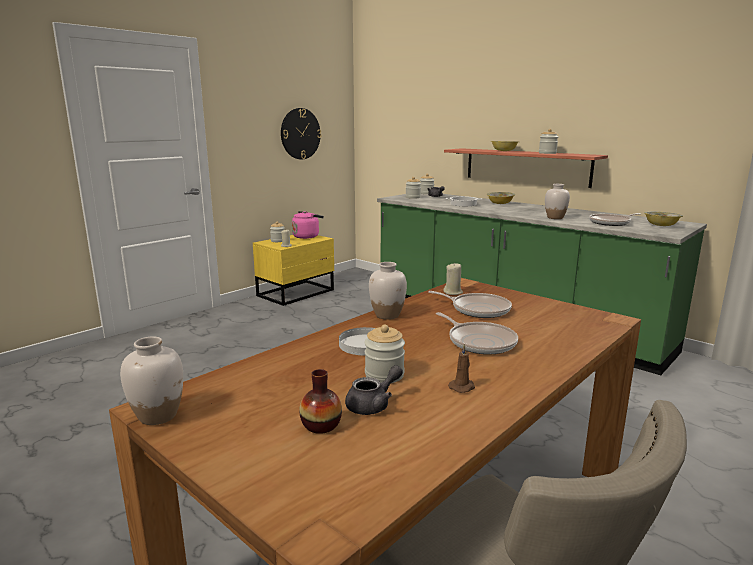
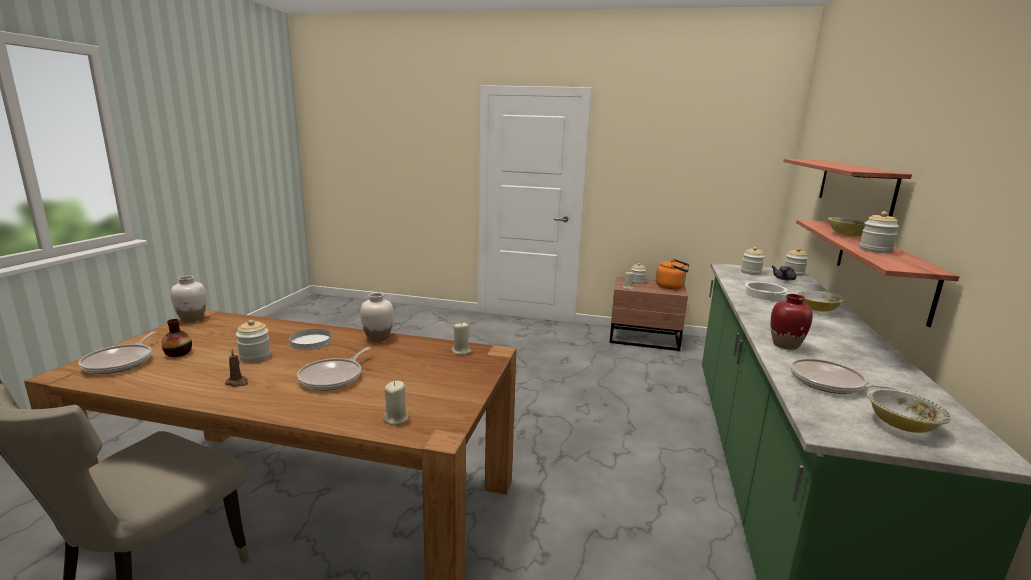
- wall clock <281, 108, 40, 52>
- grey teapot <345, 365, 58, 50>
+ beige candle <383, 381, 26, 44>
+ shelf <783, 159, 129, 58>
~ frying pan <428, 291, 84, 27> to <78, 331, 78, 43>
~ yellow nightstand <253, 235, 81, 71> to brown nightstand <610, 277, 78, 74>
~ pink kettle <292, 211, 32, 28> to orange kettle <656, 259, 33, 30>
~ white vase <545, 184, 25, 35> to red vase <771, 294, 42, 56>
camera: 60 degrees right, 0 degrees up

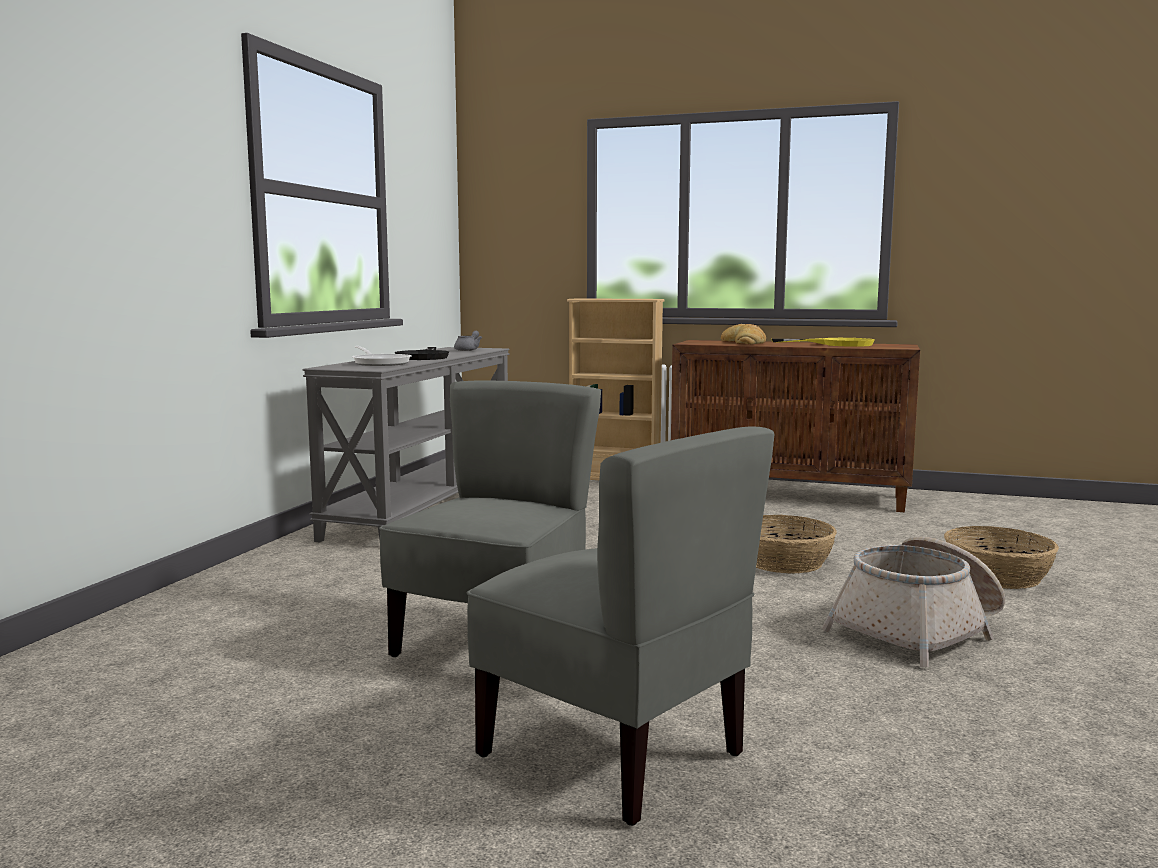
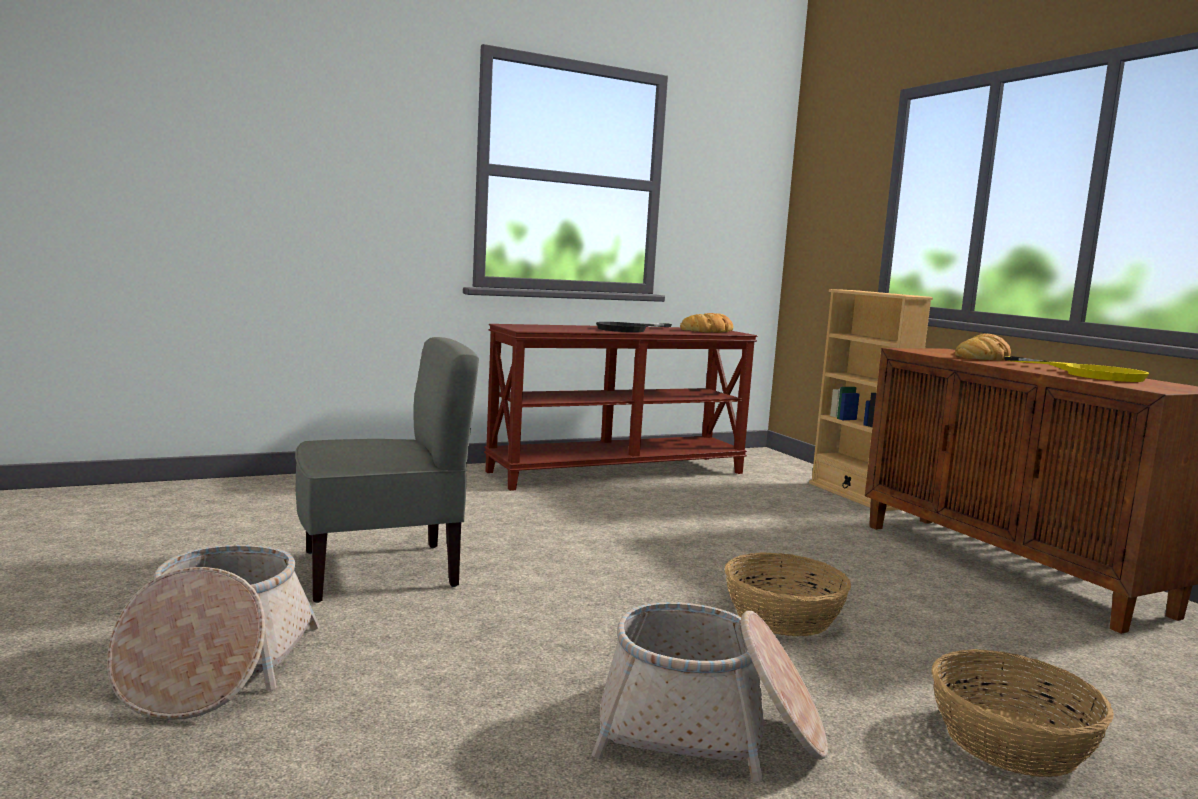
- frying pan <352, 346, 60, 20>
~ grey teapot <454, 331, 28, 20> to bread <680, 313, 53, 20>
~ grey chair <467, 426, 307, 400> to basket <107, 545, 213, 175>
~ grey console table <303, 347, 206, 196> to brown console table <484, 324, 273, 167>
camera: 45 degrees right, 0 degrees up

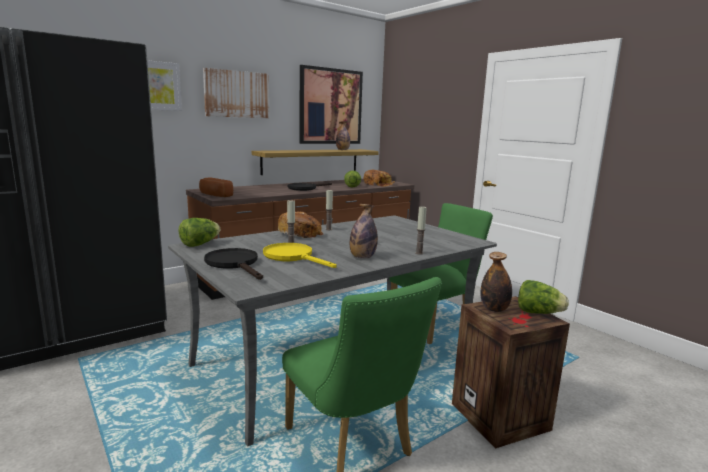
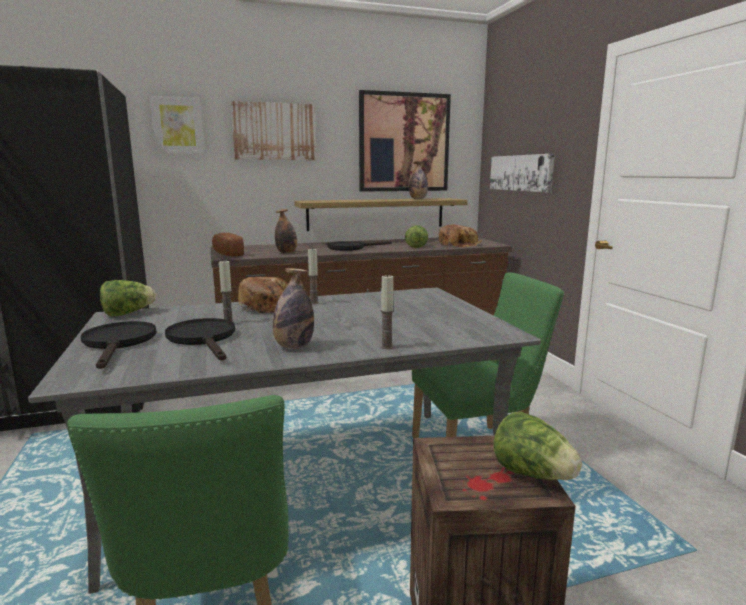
+ picture <490, 154, 65, 39>
~ bottle <481, 252, 31, 60> to <275, 209, 22, 44>
~ yellow frying pan <263, 243, 74, 25> to black frying pan <165, 318, 70, 43>
camera: 20 degrees right, 0 degrees up

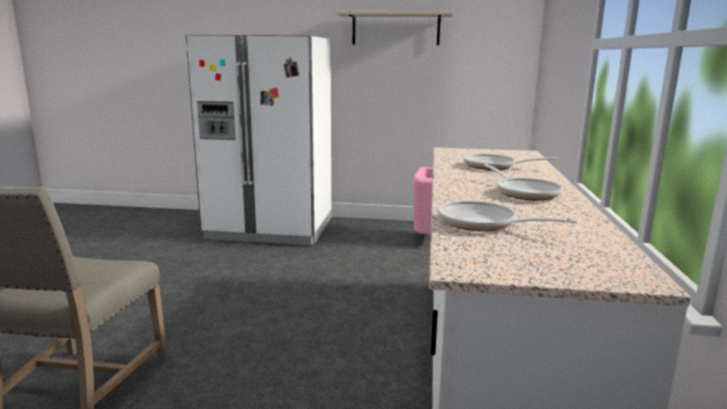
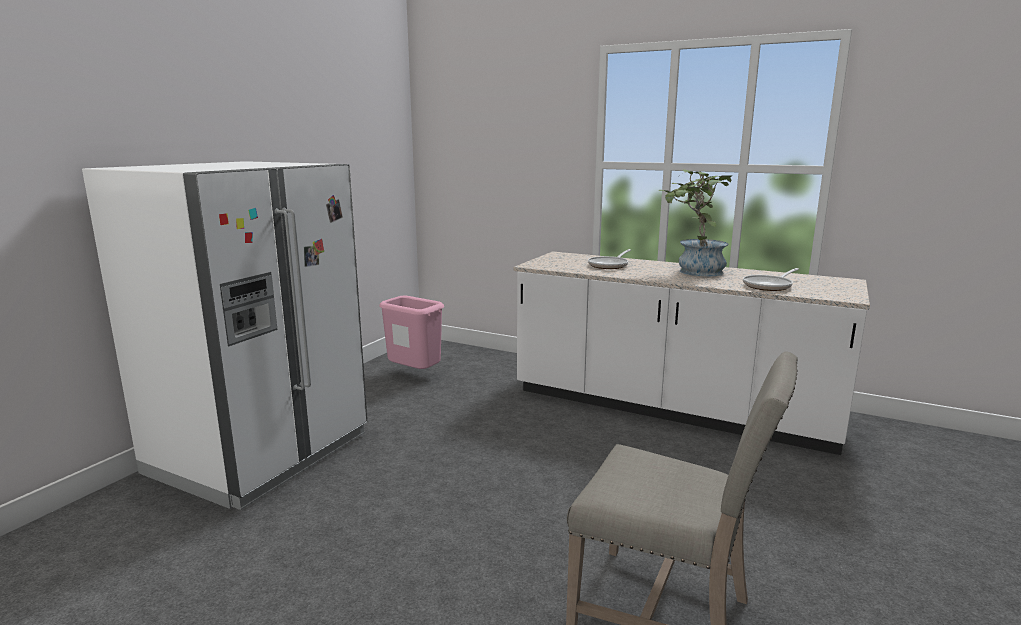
- beige shelf <336, 11, 117, 34>
~ frying pan <484, 164, 78, 36> to potted plant <659, 169, 73, 108>
camera: 70 degrees left, 0 degrees up

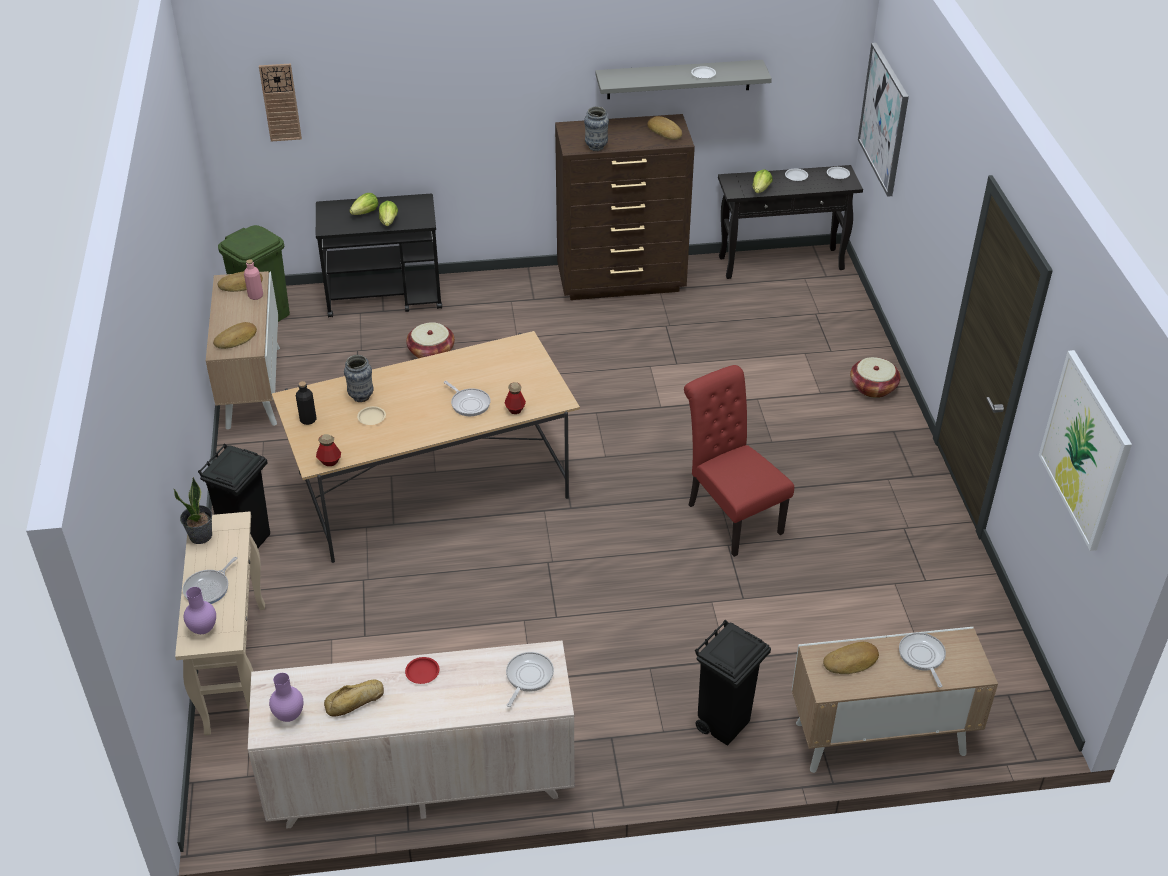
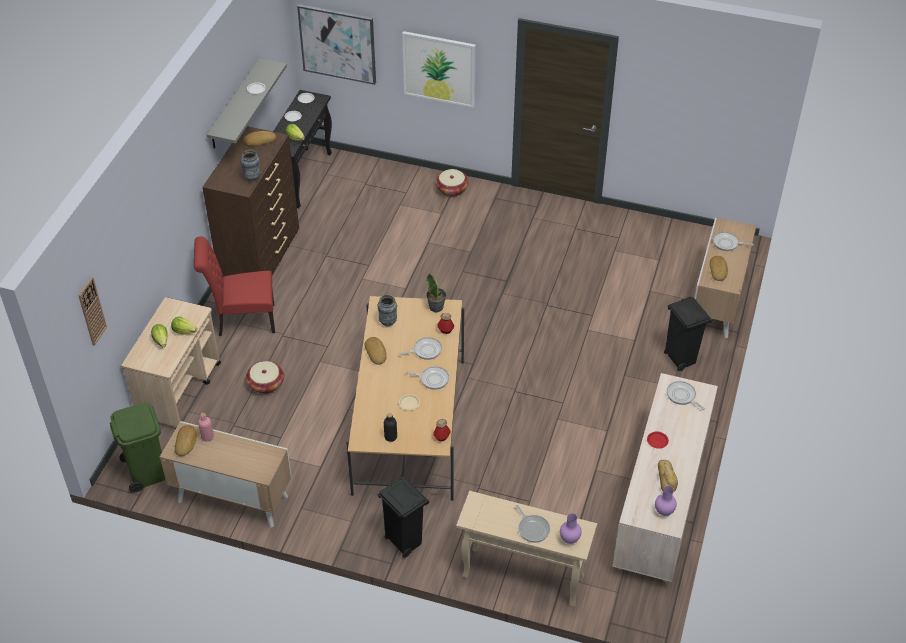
+ frying pan <405, 366, 44, 24>
~ potted plant <174, 477, 38, 67> to <426, 274, 20, 38>
~ bread <213, 322, 44, 27> to <365, 337, 22, 28>
~ vase <344, 355, 29, 47> to <377, 295, 20, 31>
~ red chair <684, 365, 110, 192> to <194, 236, 81, 100>
~ picture <1039, 350, 93, 201> to <402, 31, 74, 77>
~ black cart <316, 194, 126, 124> to beige cart <122, 297, 99, 131>
camera: 65 degrees left, 5 degrees up

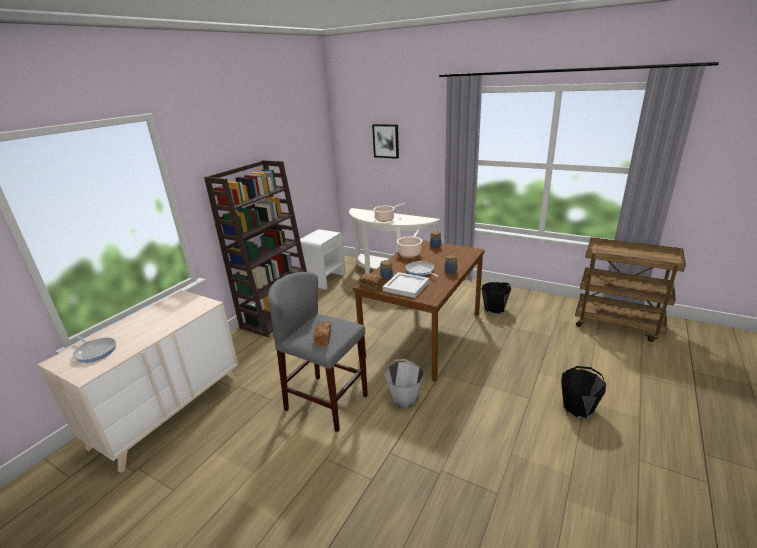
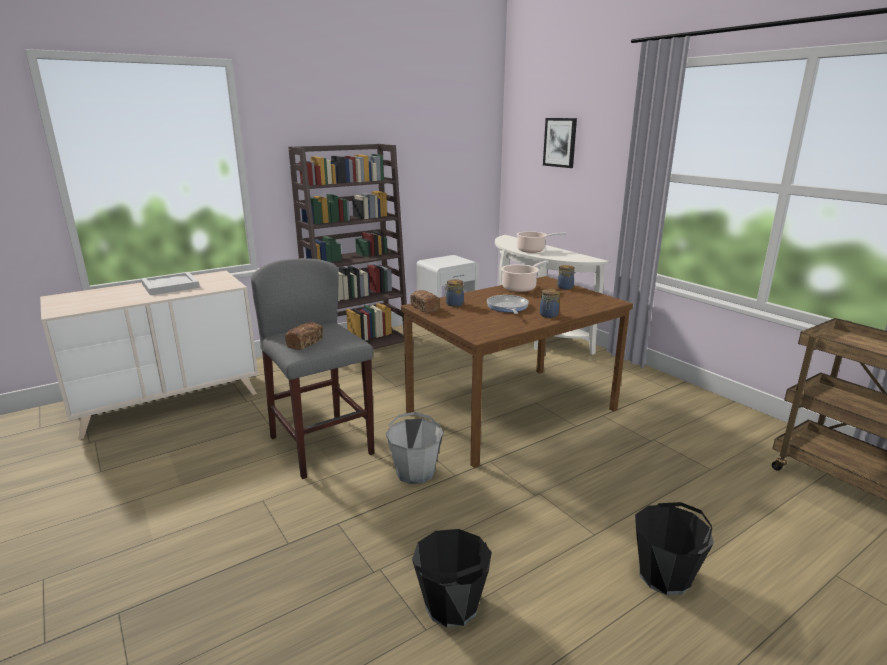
- frying pan <73, 336, 43, 27>
~ white tray <383, 272, 46, 26> to <141, 272, 59, 23>
~ black bucket <482, 282, 29, 32> to <412, 529, 80, 98>
camera: 25 degrees right, 5 degrees down

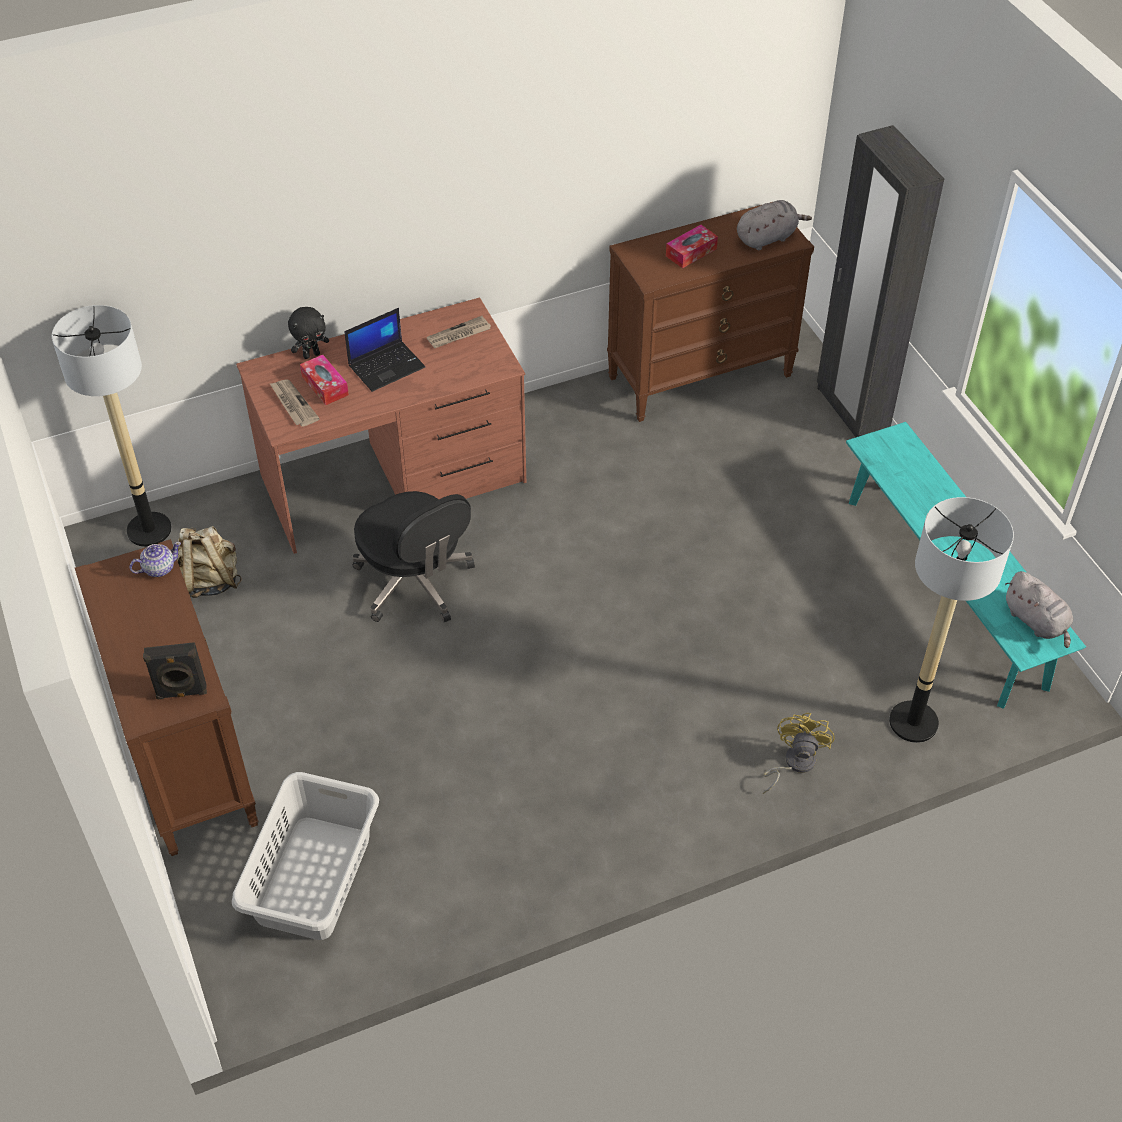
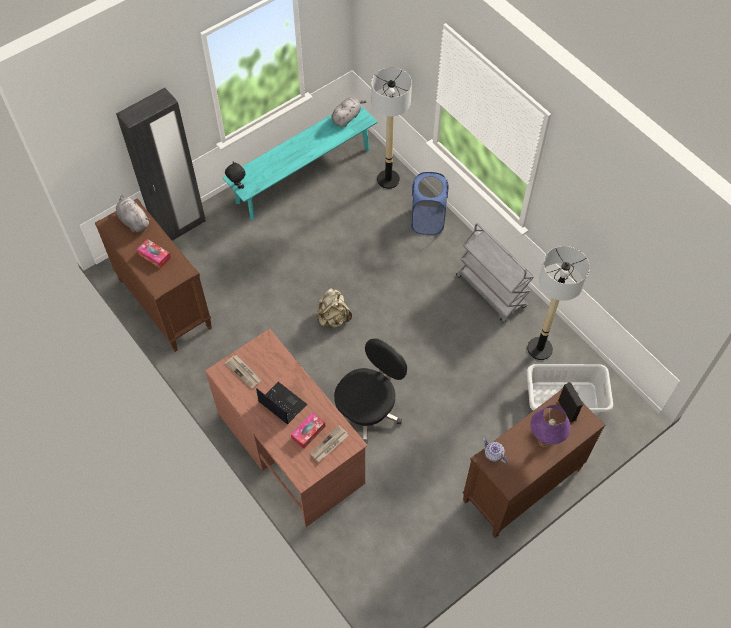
+ grey cart <456, 223, 78, 100>
+ purple table lamp <531, 405, 40, 42>
~ floor lamp <52, 305, 120, 242> to <527, 246, 63, 114>
~ beige backpack <177, 526, 65, 72> to <317, 288, 35, 40>
~ black plush toy <288, 307, 41, 52> to <225, 161, 20, 28>
~ yellow fan <763, 713, 72, 81> to blue laundry basket <411, 172, 38, 63>
camera: 105 degrees left, 10 degrees up

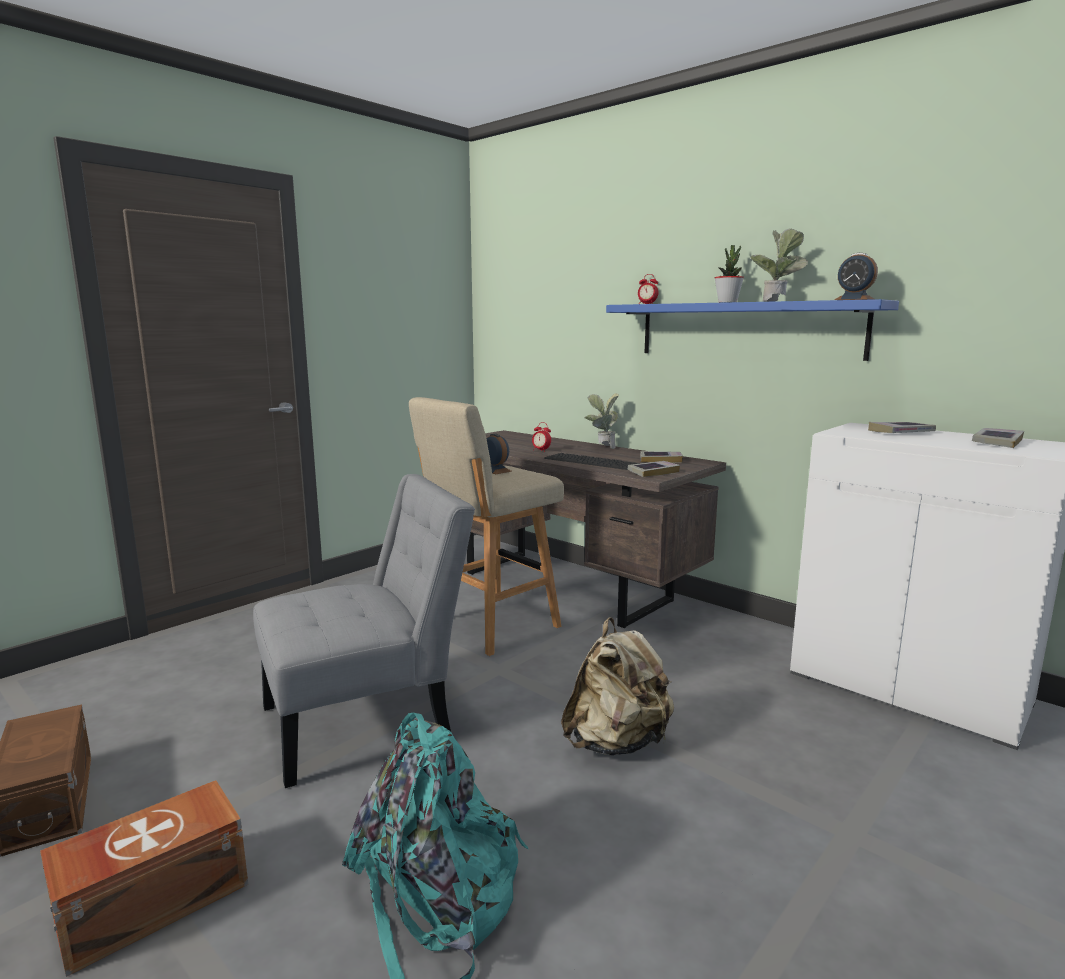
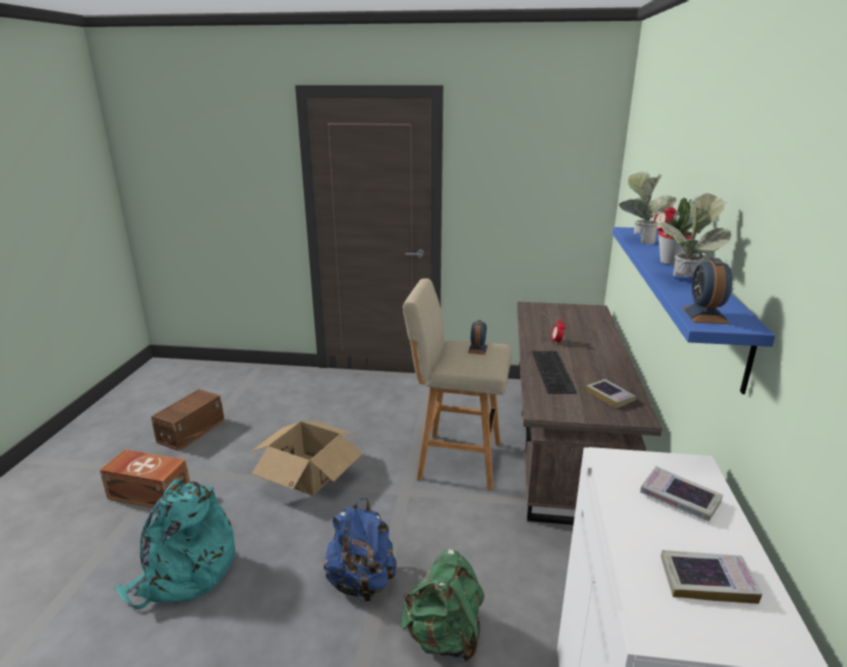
- book <628, 461, 52, 16>
+ green backpack <401, 549, 84, 113>
~ potted plant <585, 393, 34, 56> to <619, 171, 58, 74>
~ grey chair <253, 474, 222, 314> to cardboard box <250, 421, 113, 75>
~ beige backpack <561, 617, 113, 139> to blue backpack <324, 498, 73, 104>
camera: 55 degrees right, 10 degrees up

